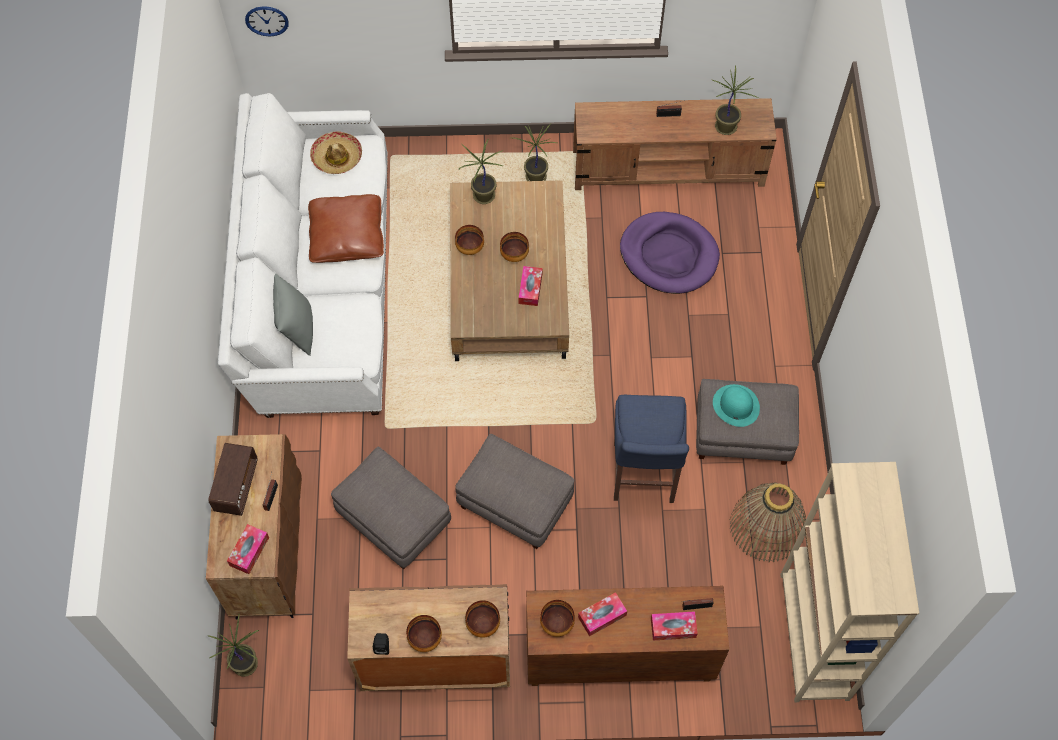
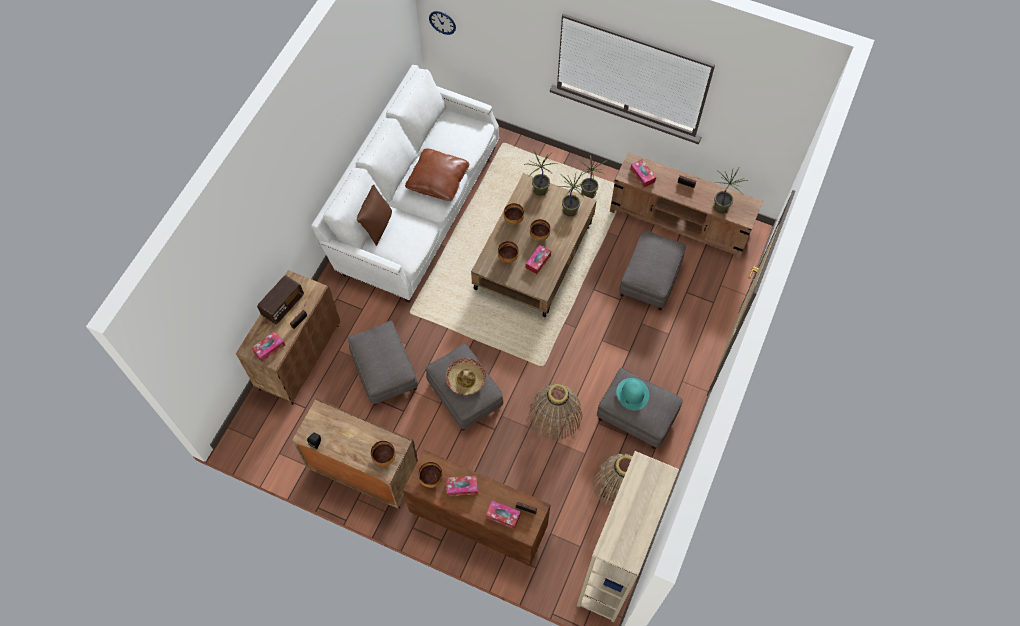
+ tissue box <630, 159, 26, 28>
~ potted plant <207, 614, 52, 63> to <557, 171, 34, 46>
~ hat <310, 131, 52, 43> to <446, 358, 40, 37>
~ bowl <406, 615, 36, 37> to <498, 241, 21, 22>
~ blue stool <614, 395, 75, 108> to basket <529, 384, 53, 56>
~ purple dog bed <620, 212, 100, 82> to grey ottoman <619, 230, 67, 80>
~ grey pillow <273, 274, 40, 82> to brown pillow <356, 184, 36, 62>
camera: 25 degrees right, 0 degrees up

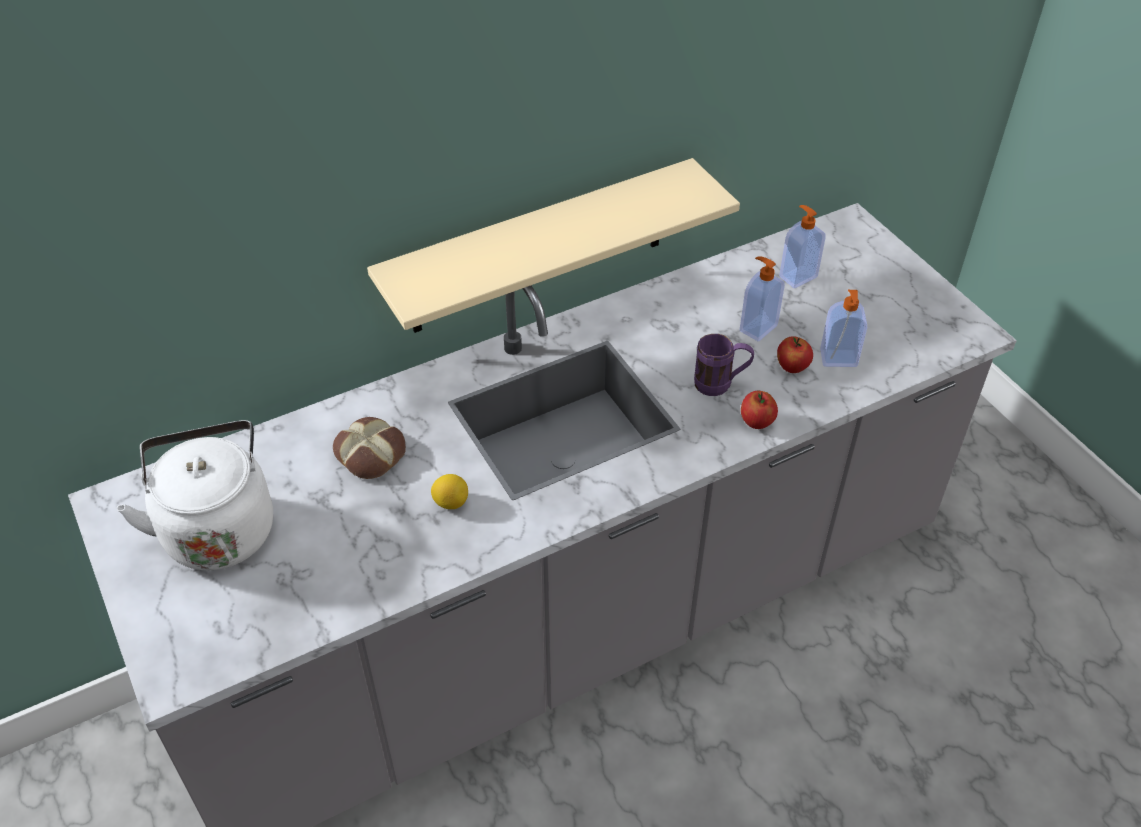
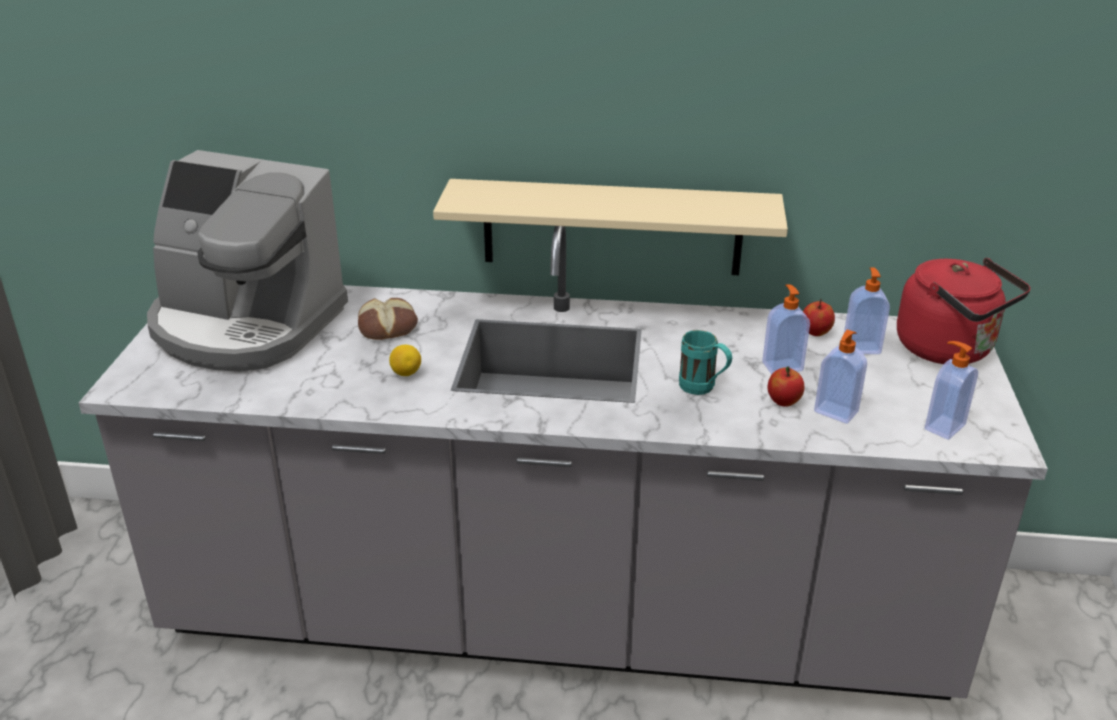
+ red kettle <897, 257, 134, 107>
+ soap dispenser <925, 341, 53, 99>
~ apple <741, 391, 37, 38> to <803, 299, 32, 37>
~ white kettle <117, 420, 156, 150> to coffee machine <147, 150, 201, 222>
~ purple mug <694, 334, 60, 62> to turquoise mug <679, 330, 53, 65>
camera: 35 degrees right, 15 degrees down

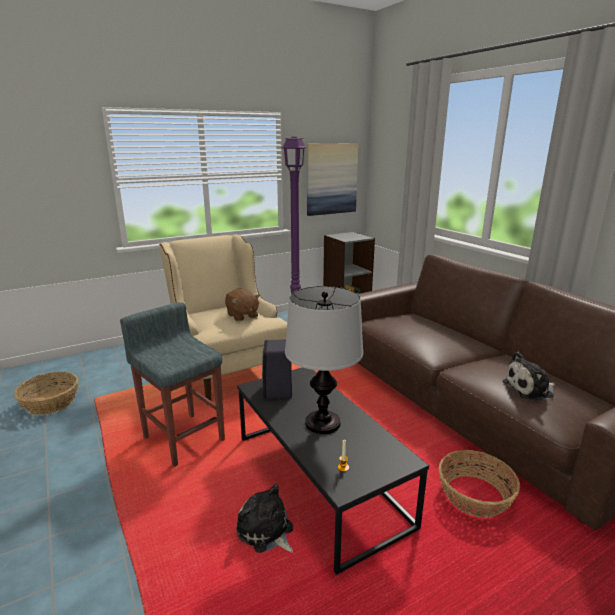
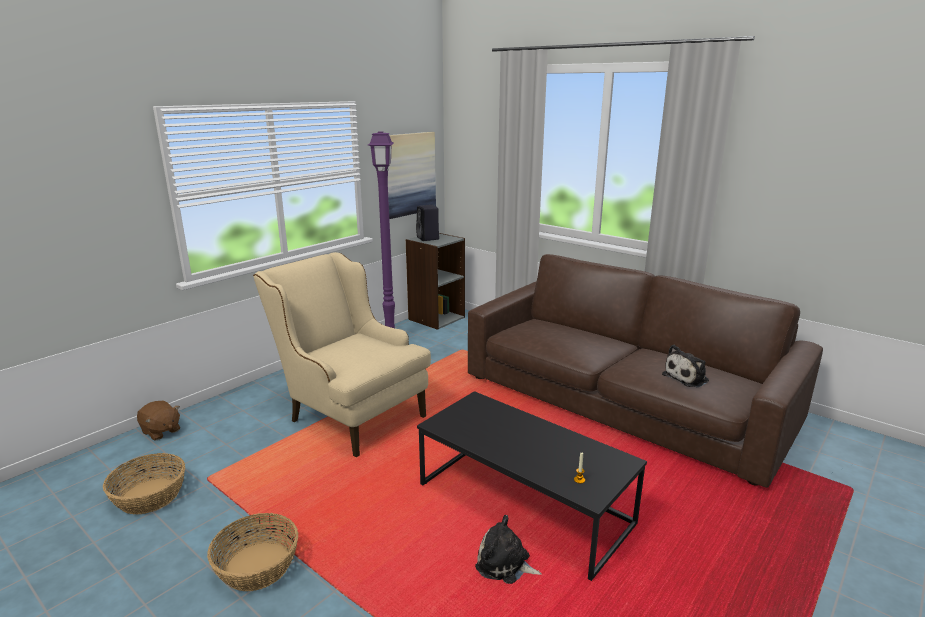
- grey stool <120, 302, 105, 165>
- table lamp <285, 286, 78, 148>
~ brown plush toy <225, 289, 35, 32> to <137, 401, 43, 40>
~ black speaker <262, 339, 30, 60> to <416, 205, 23, 36>
~ basket <439, 450, 81, 68> to <207, 513, 91, 78>
camera: 20 degrees left, 0 degrees up

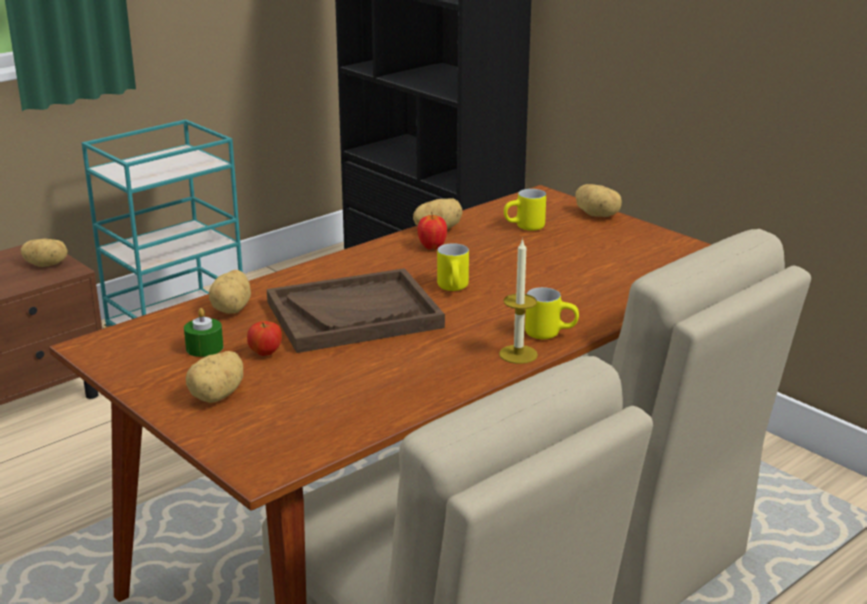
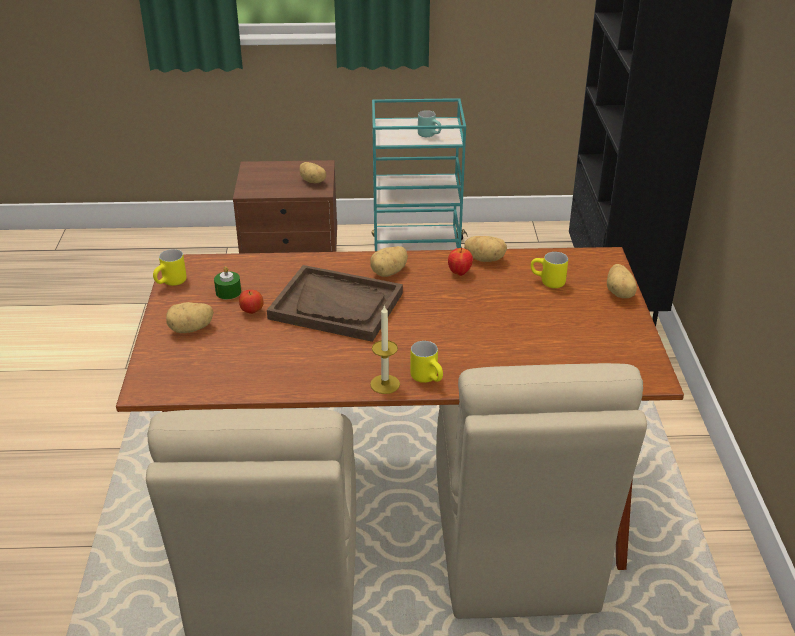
+ turquoise mug <418, 110, 23, 27>
~ potato <209, 270, 42, 44> to <370, 246, 38, 31>
~ yellow mug <437, 243, 32, 48> to <153, 249, 34, 37>
camera: 40 degrees right, 10 degrees up

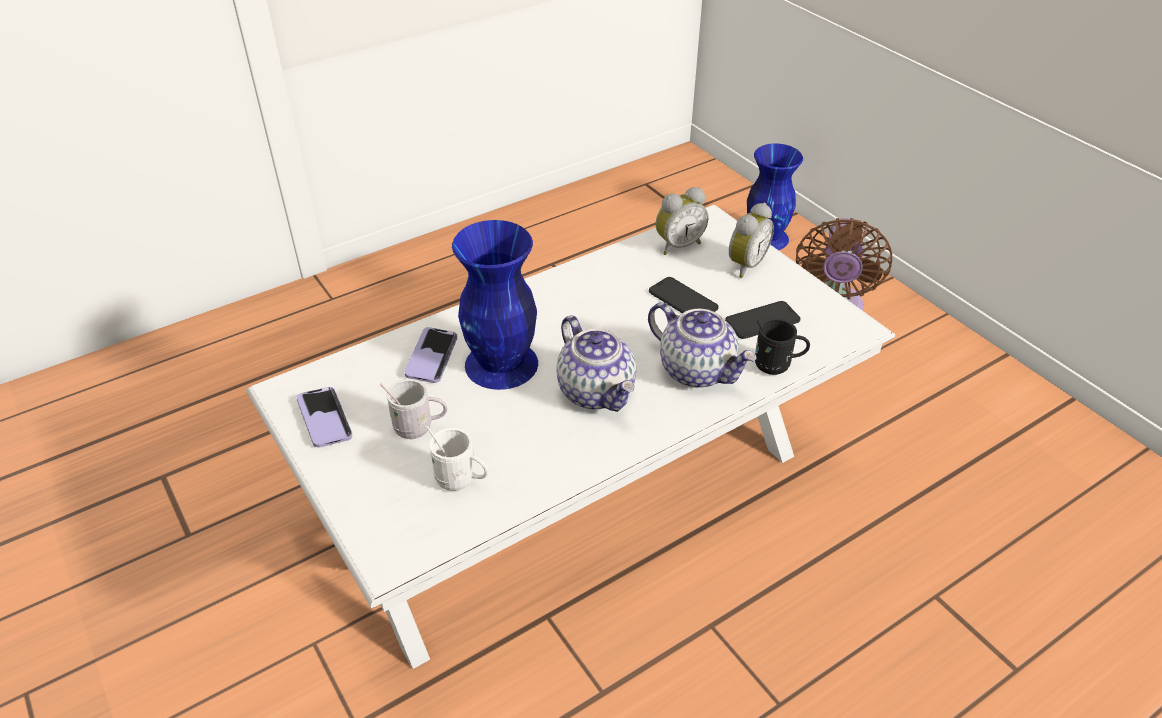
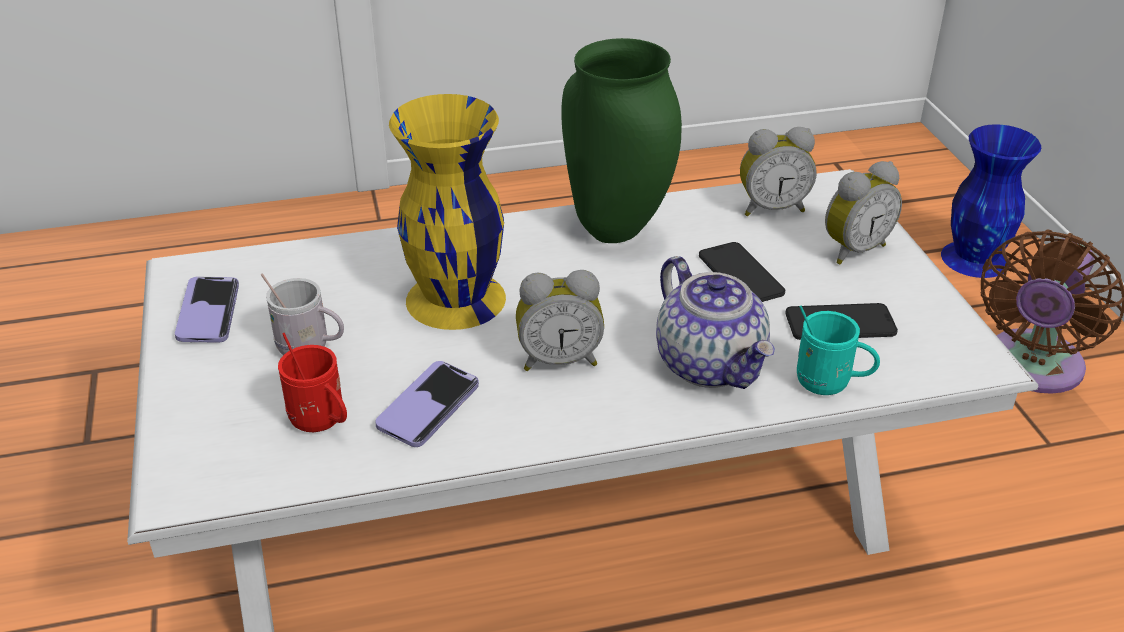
+ green vase <562, 38, 120, 205>
~ phone <405, 327, 52, 56> to <376, 361, 103, 86>
~ teapot <556, 316, 80, 96> to alarm clock <516, 270, 88, 101>
~ white mug <426, 426, 62, 65> to red mug <278, 333, 69, 99>
~ blue vase <452, 220, 86, 170> to yellow vase <389, 94, 117, 236>
~ black mug <755, 318, 55, 57> to turquoise mug <797, 306, 83, 89>
camera: 20 degrees right, 5 degrees down

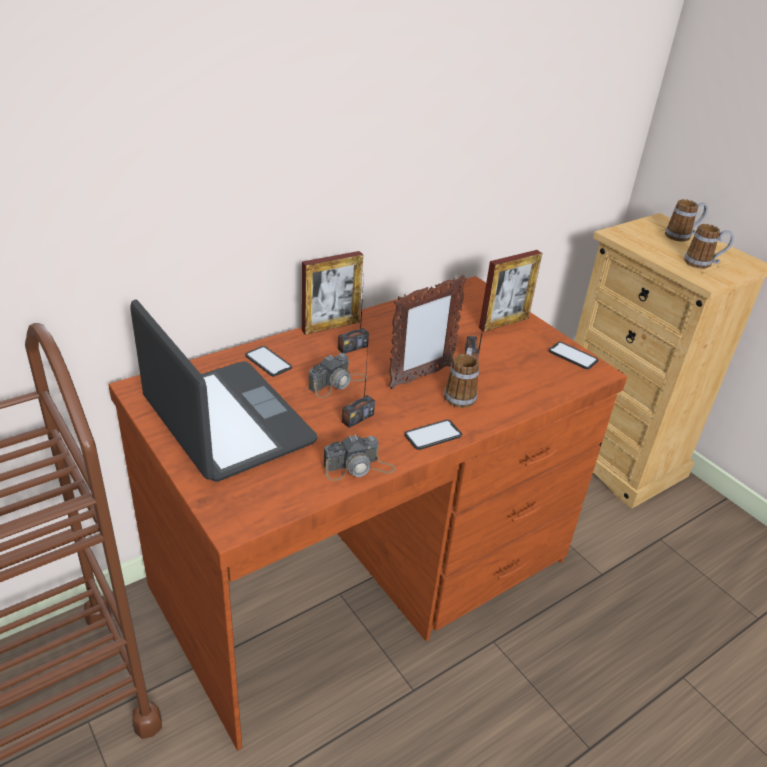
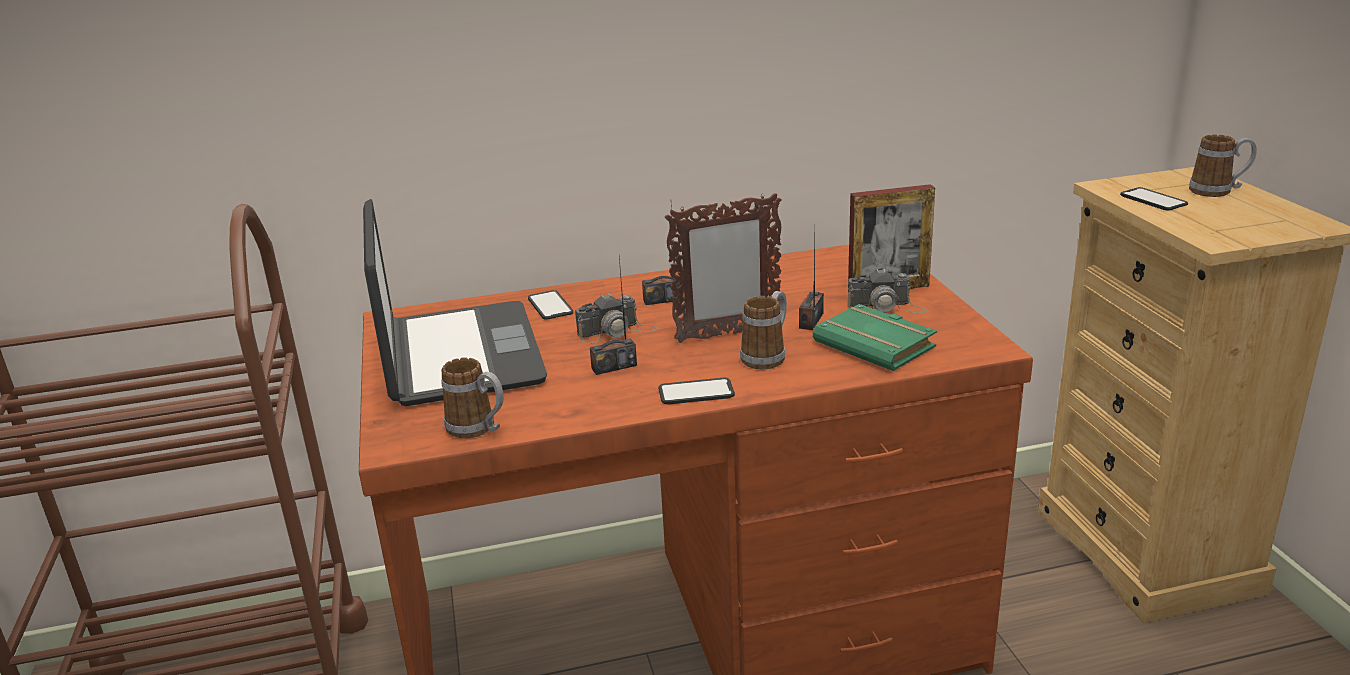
- picture frame <302, 251, 61, 84>
+ green book <813, 304, 124, 67>
~ photo camera <324, 435, 71, 46> to <847, 268, 80, 45>
~ phone <549, 342, 50, 27> to <1120, 187, 68, 23>
~ mug <684, 224, 50, 45> to <441, 357, 63, 81>
camera: 25 degrees right, 10 degrees down

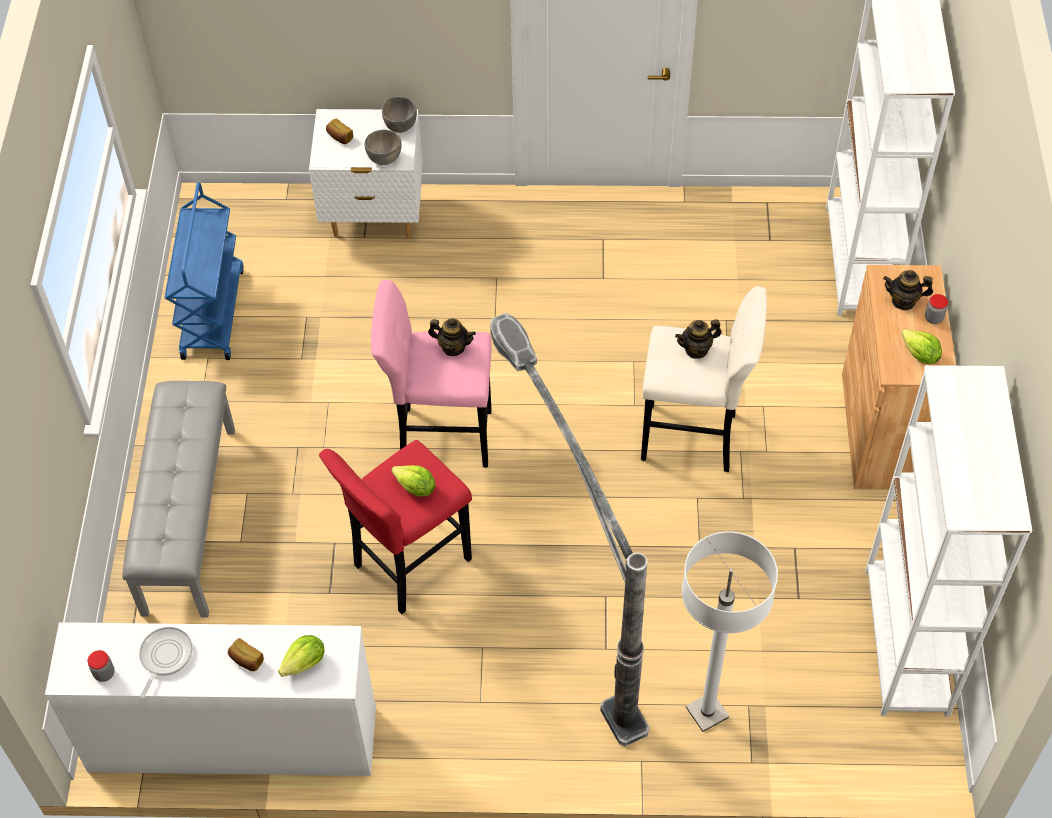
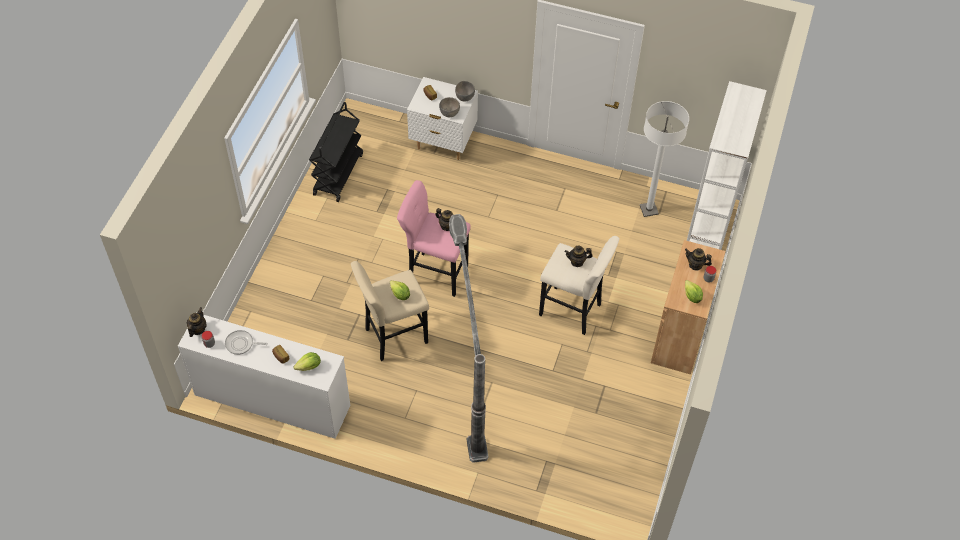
- grey bench <122, 381, 113, 236>
- white bookcase <866, 365, 166, 352>
+ teapot <187, 307, 20, 30>
~ white floor lamp <682, 531, 96, 201> to <640, 101, 49, 116>
~ blue cart <165, 182, 79, 178> to black cart <309, 102, 54, 100>
~ red stool <319, 440, 153, 174> to beige stool <351, 261, 78, 100>
~ frying pan <139, 627, 54, 72> = <225, 330, 43, 25> 120 degrees counterclockwise
camera: 15 degrees right, 0 degrees up

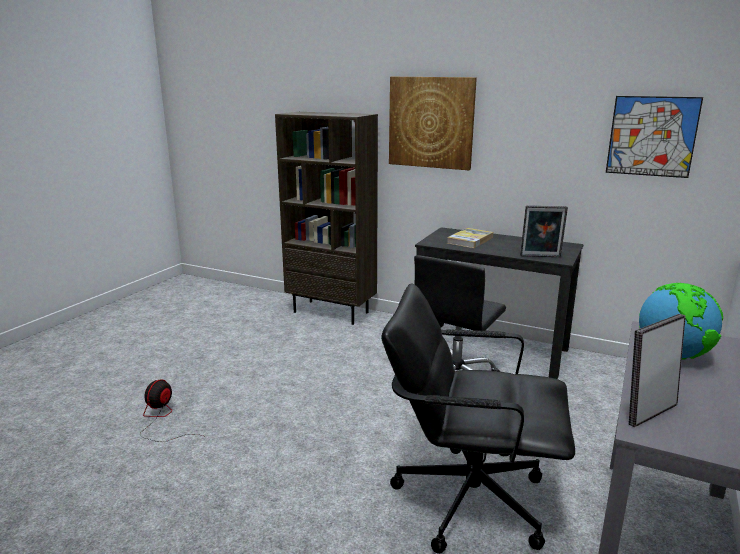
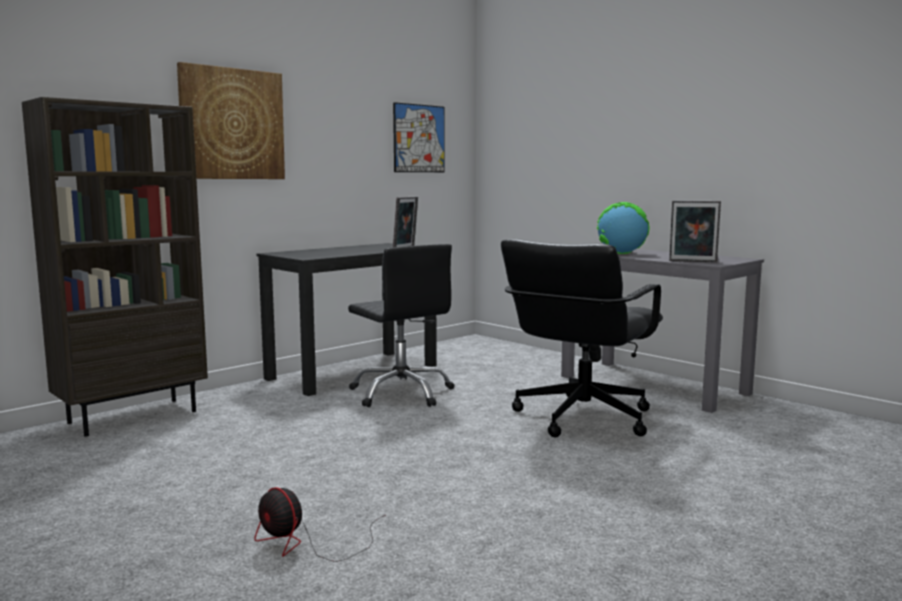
- book <447, 228, 46, 20>
~ picture frame <629, 314, 57, 113> = <669, 201, 52, 62> 60 degrees counterclockwise
camera: 70 degrees left, 10 degrees down

